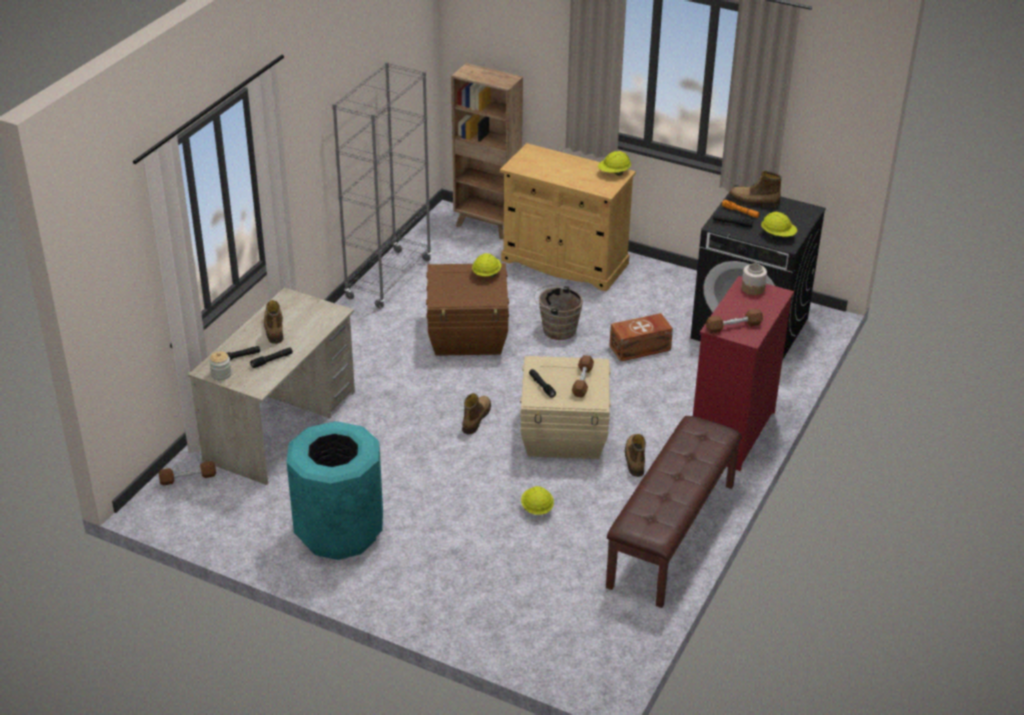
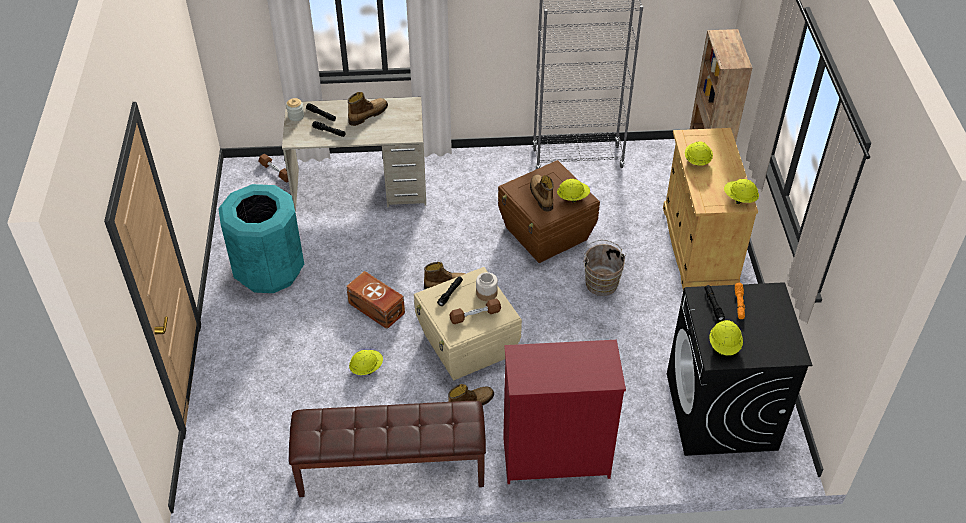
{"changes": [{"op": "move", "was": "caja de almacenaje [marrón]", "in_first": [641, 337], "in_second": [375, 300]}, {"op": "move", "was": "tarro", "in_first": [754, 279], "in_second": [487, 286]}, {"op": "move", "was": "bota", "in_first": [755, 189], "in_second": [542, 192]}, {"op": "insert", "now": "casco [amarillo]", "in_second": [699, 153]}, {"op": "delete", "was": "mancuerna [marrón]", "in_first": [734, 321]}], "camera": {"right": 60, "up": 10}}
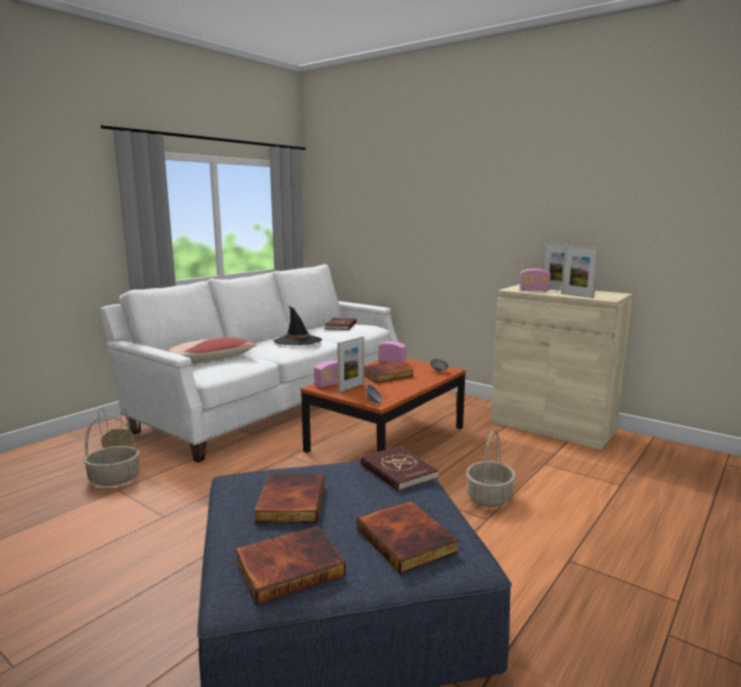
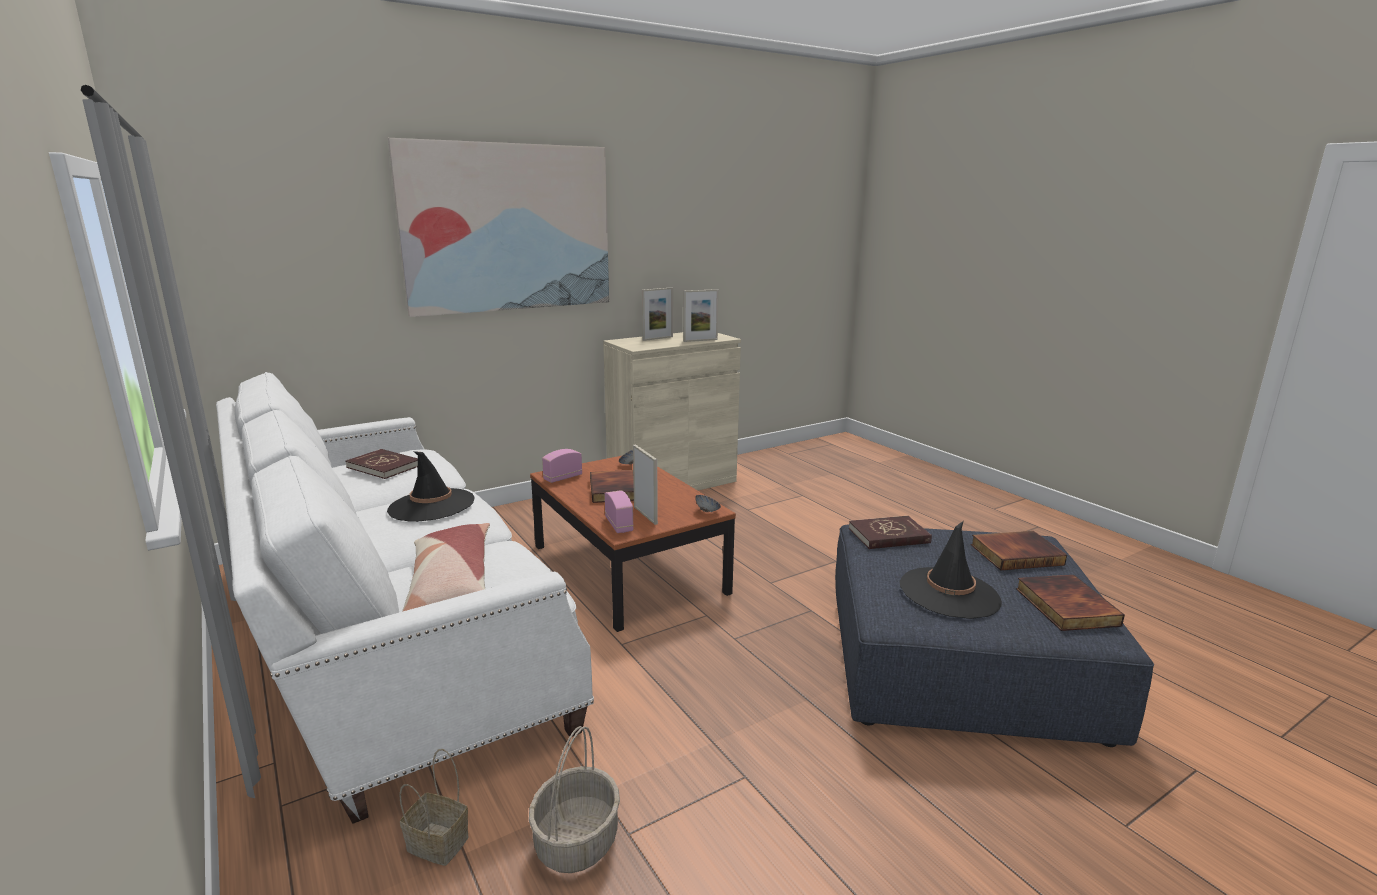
{"changes": [{"op": "insert", "now": "cuadro", "in_second": [498, 227]}, {"op": "replace", "was": "libro", "now": "sombrero [negro]", "in_first": [289, 498], "in_second": [951, 570]}, {"op": "delete", "was": "cesta", "in_first": [491, 468]}, {"op": "delete", "was": "radio", "in_first": [535, 280]}], "camera": {"right": -70, "up": 5}}
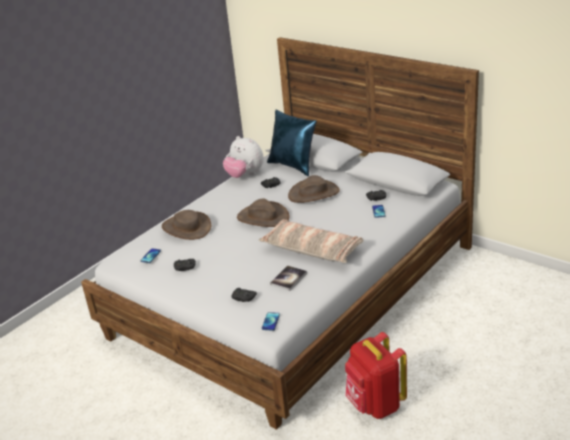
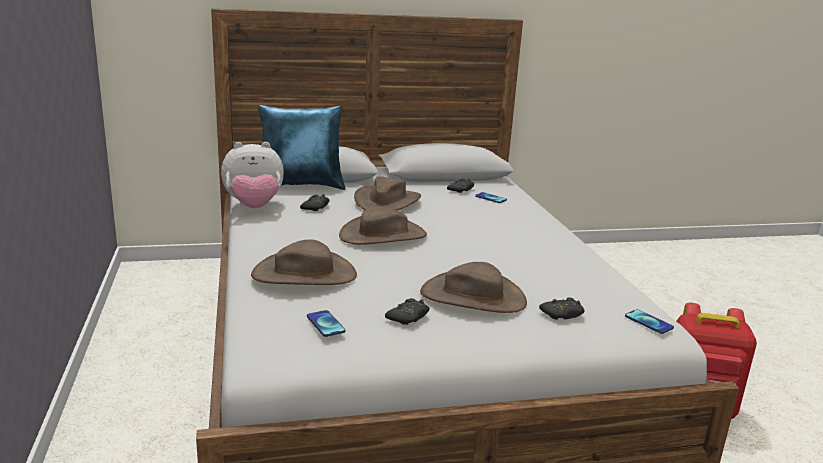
{"changes": [{"op": "insert", "now": "sombrero [marrón]", "in_second": [473, 287]}, {"op": "delete", "was": "cojín", "in_first": [311, 241]}, {"op": "delete", "was": "libro", "in_first": [288, 278]}], "camera": {"right": -55, "up": -10}}
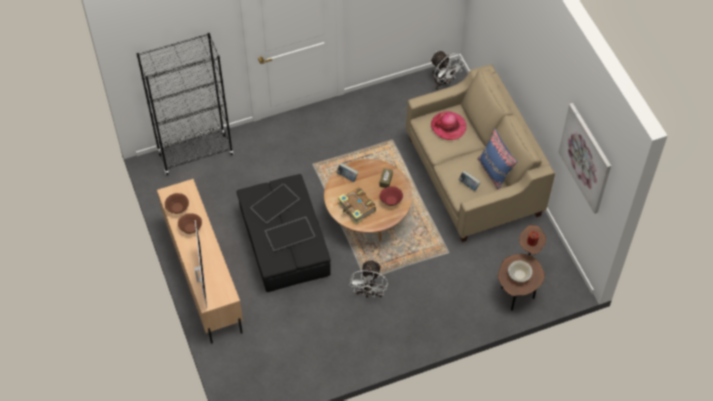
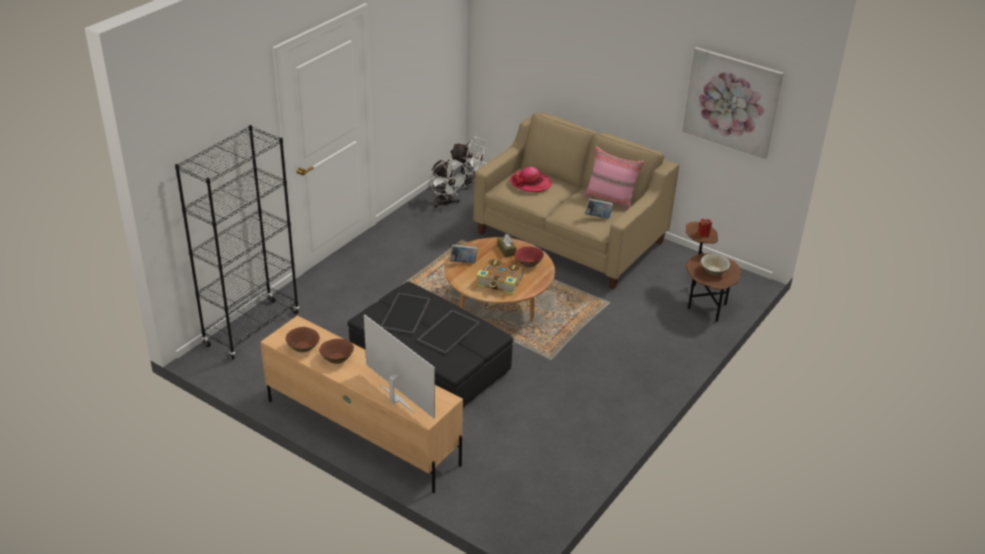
{"changes": [{"op": "move", "was": "ventilador [blanco]", "in_first": [369, 278], "in_second": [449, 183]}, {"op": "recolor", "was": "cojín [azul]", "now": "cojín [rosa]", "in_first": [497, 159], "in_second": [613, 178]}], "camera": {"right": -35, "up": -20}}
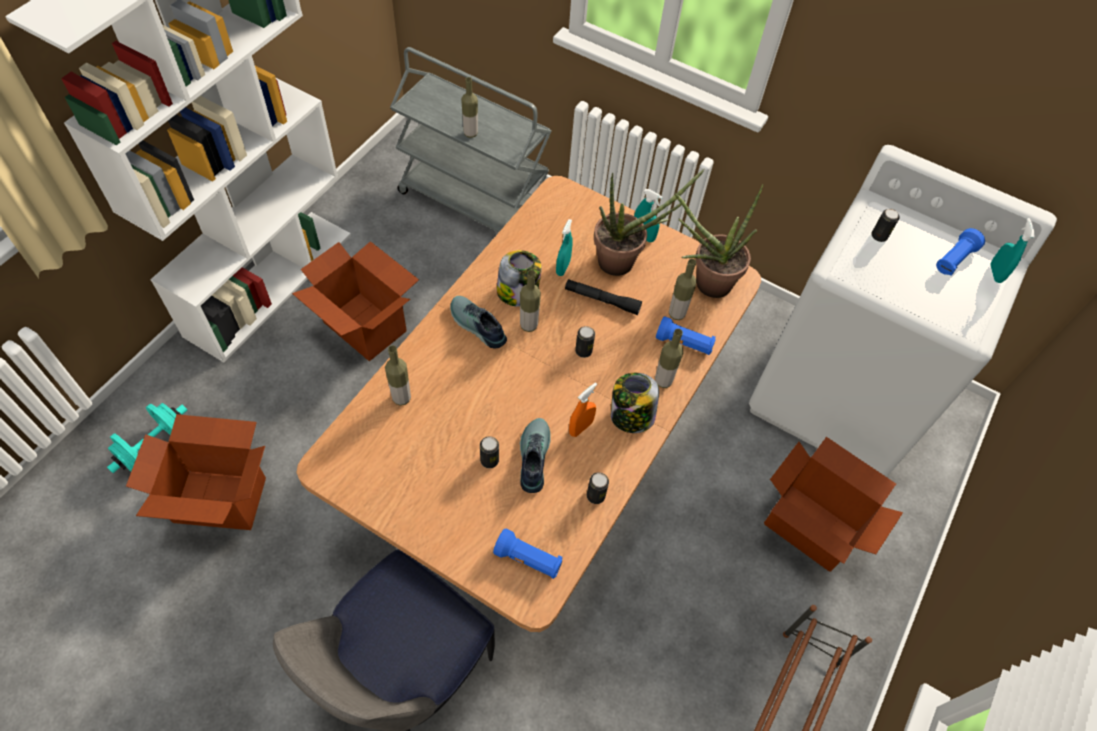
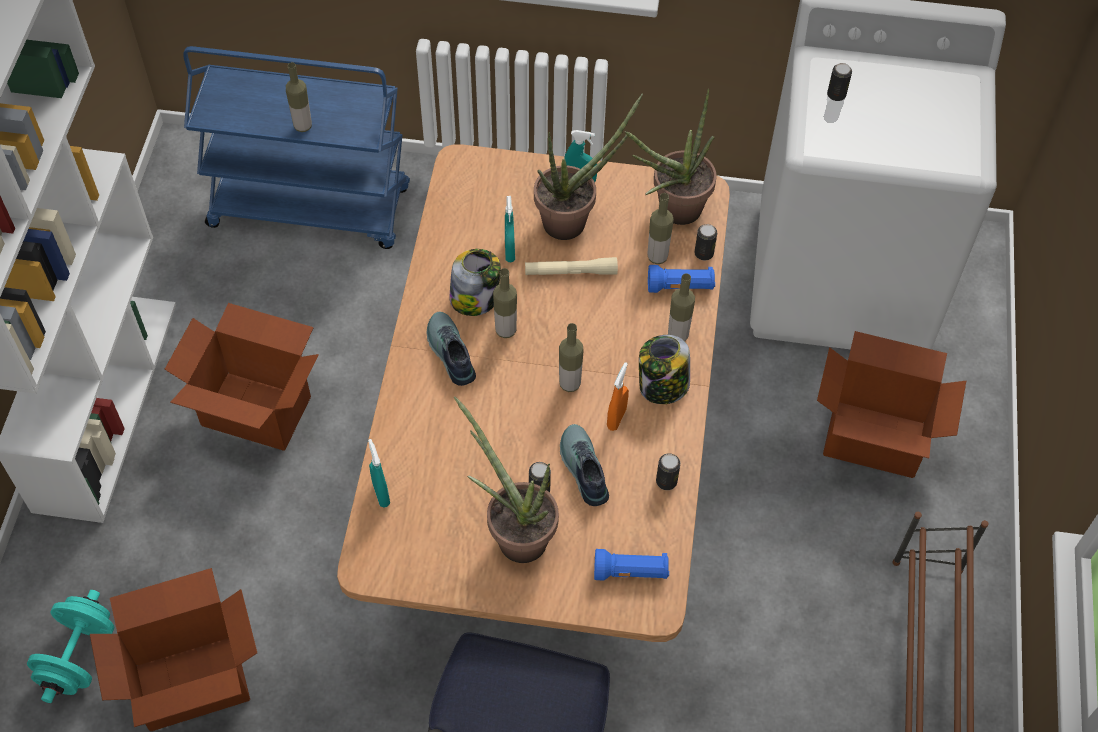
{"changes": [{"op": "recolor", "was": "carrito [gris]", "now": "carrito [azul]", "in_first": [471, 140], "in_second": [296, 147]}, {"op": "move", "was": "pulverizador [turquesa]", "in_first": [1012, 250], "in_second": [379, 473]}, {"op": "rotate", "was": "zapato", "in_first": [478, 322], "in_second": [451, 349], "clockwise": 45}, {"op": "insert", "now": "planta en maceta", "in_second": [506, 480]}, {"op": "recolor", "was": "linterna [negro]", "now": "linterna [beis]", "in_first": [603, 297], "in_second": [571, 266]}, {"op": "move", "was": "botella", "in_first": [398, 375], "in_second": [571, 357]}, {"op": "move", "was": "lata", "in_first": [585, 342], "in_second": [706, 242]}, {"op": "delete", "was": "linterna [azul]", "in_first": [960, 252]}], "camera": {"right": -20, "up": 0}}
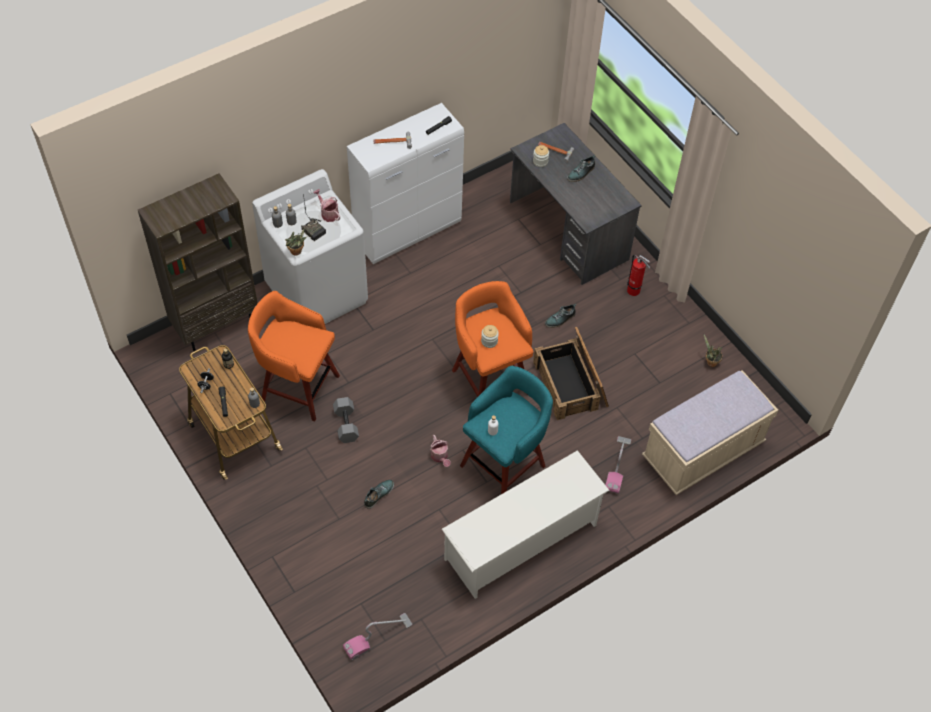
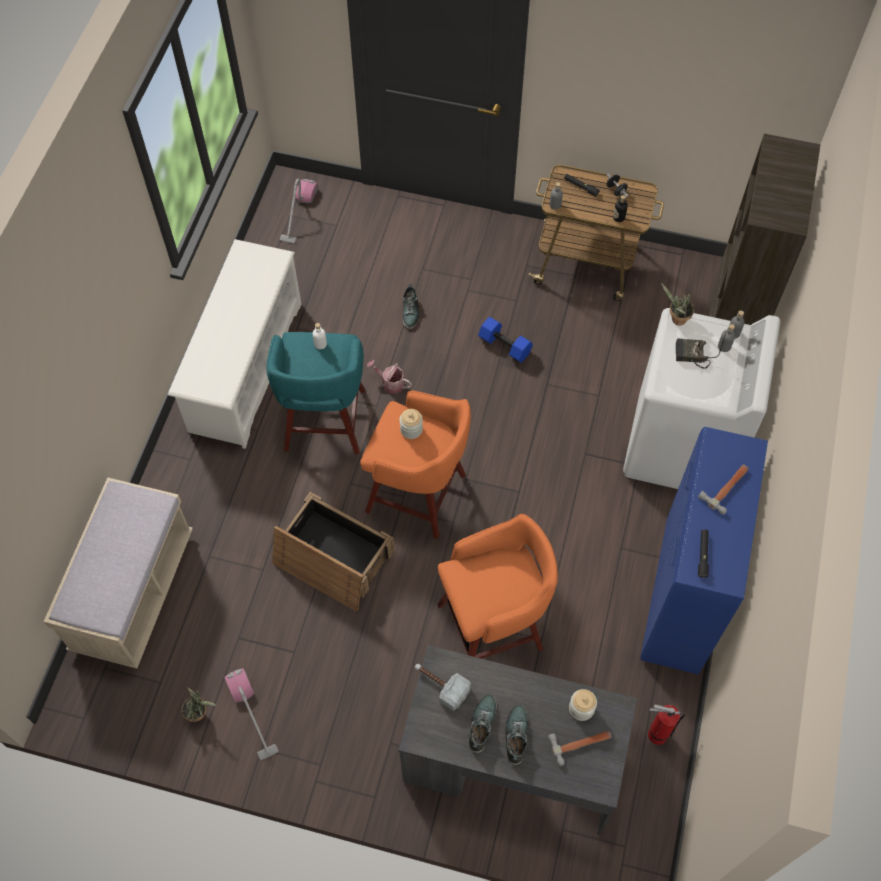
{"changes": [{"op": "move", "was": "aspiradora", "in_first": [618, 465], "in_second": [251, 714]}, {"op": "insert", "now": "martillo", "in_second": [443, 687]}, {"op": "move", "was": "taburete [naranja]", "in_first": [294, 356], "in_second": [497, 586]}, {"op": "move", "was": "zapato", "in_first": [560, 315], "in_second": [483, 724]}, {"op": "recolor", "was": "mancuerna [gris]", "now": "mancuerna [azul]", "in_first": [346, 420], "in_second": [505, 340]}, {"op": "recolor", "was": "armario [blanco]", "now": "armario [azul]", "in_first": [405, 183], "in_second": [704, 551]}, {"op": "move", "was": "extintor", "in_first": [638, 275], "in_second": [666, 725]}, {"op": "delete", "was": "regadera", "in_first": [326, 205]}], "camera": {"right": 140, "up": 5}}
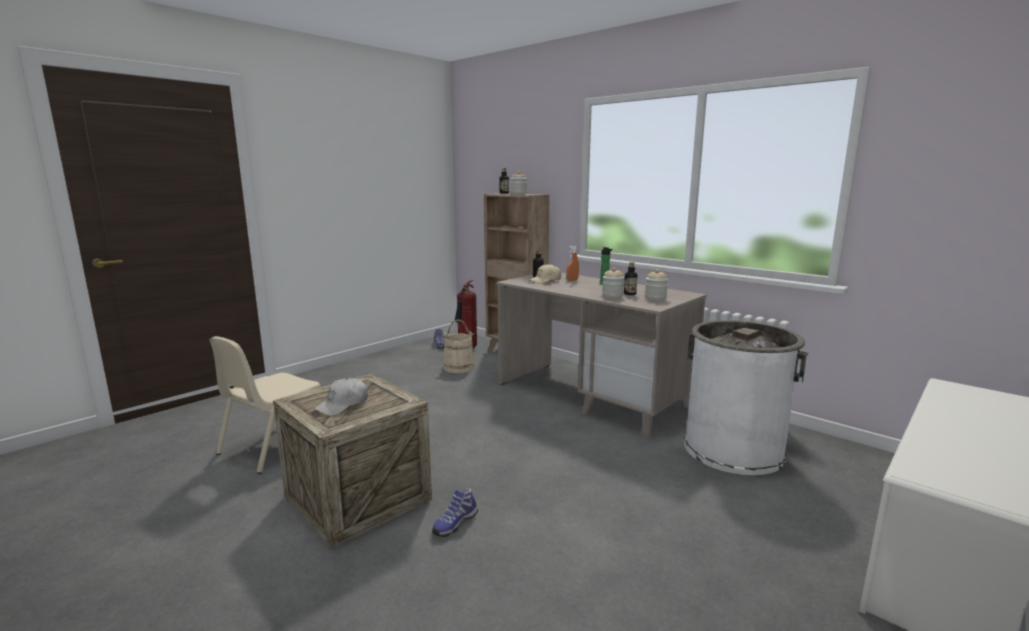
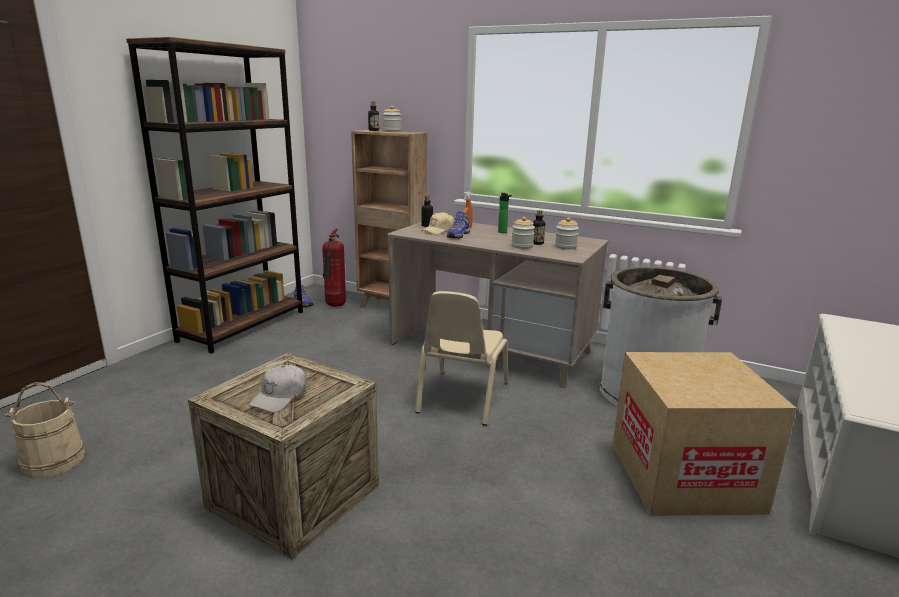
{"changes": [{"op": "move", "was": "cubo [beis]", "in_first": [458, 346], "in_second": [44, 430]}, {"op": "insert", "now": "estantería [marrón]", "in_second": [214, 195]}, {"op": "move", "was": "silla [beis]", "in_first": [264, 405], "in_second": [461, 358]}, {"op": "move", "was": "zapato", "in_first": [455, 512], "in_second": [458, 225]}, {"op": "insert", "now": "caja de cartón", "in_second": [704, 434]}], "camera": {"right": -15, "up": 5}}
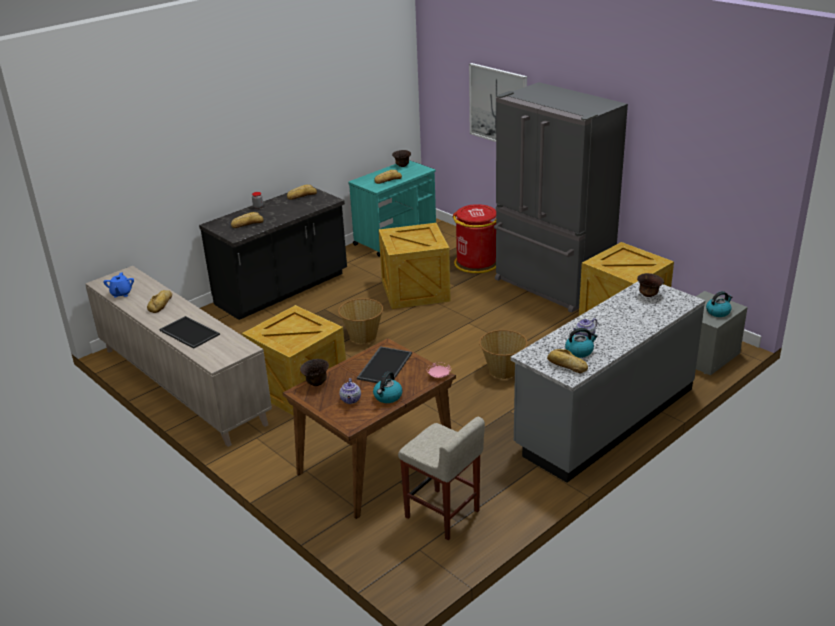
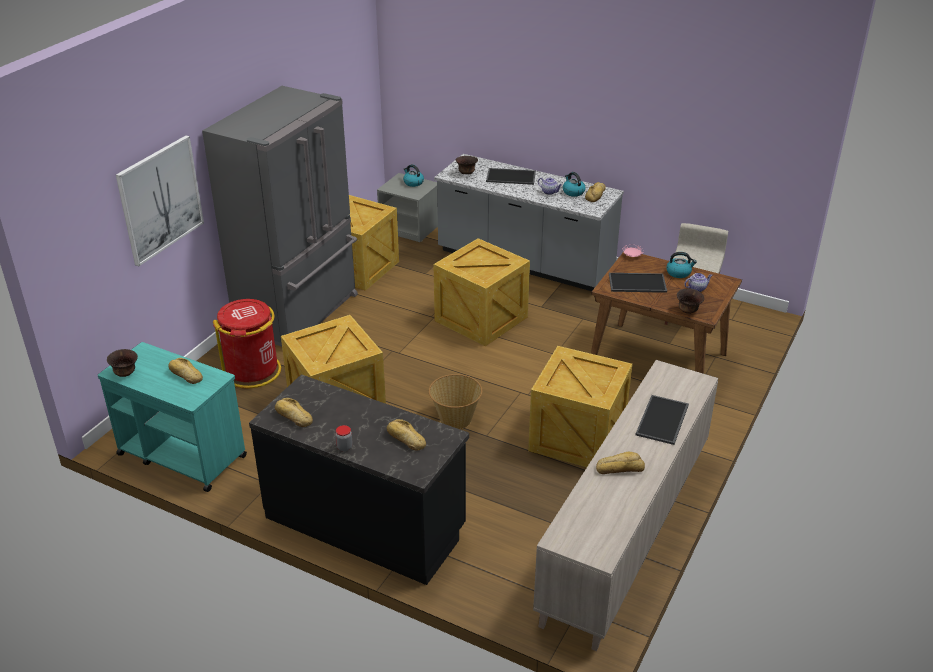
{"changes": [{"op": "replace", "was": "cesta", "now": "caja de embalaje", "in_first": [503, 354], "in_second": [481, 292]}, {"op": "insert", "now": "bandeja", "in_second": [511, 176]}, {"op": "delete", "was": "tetera [azul]", "in_first": [118, 285]}], "camera": {"right": -110, "up": 5}}
